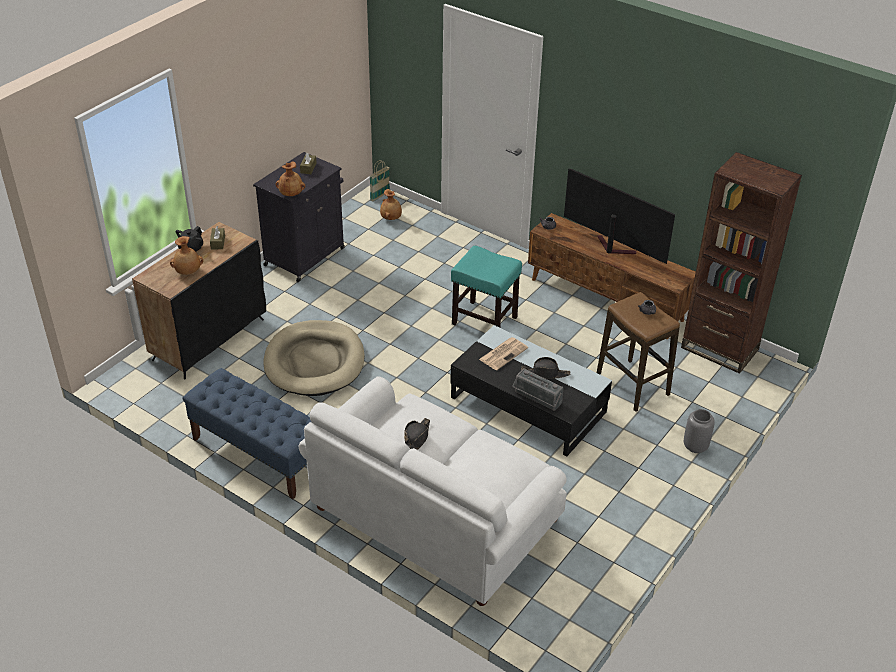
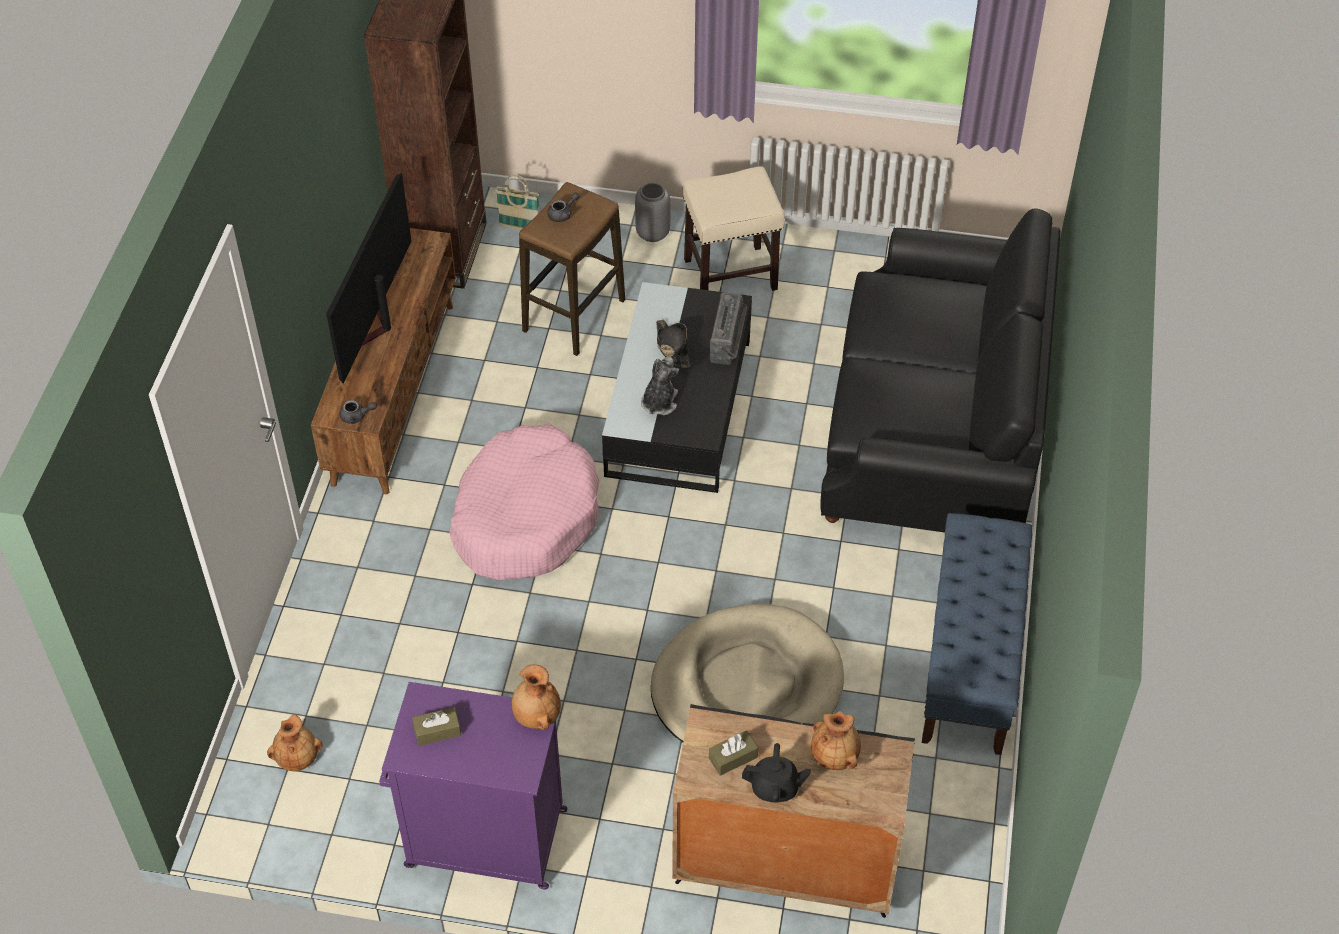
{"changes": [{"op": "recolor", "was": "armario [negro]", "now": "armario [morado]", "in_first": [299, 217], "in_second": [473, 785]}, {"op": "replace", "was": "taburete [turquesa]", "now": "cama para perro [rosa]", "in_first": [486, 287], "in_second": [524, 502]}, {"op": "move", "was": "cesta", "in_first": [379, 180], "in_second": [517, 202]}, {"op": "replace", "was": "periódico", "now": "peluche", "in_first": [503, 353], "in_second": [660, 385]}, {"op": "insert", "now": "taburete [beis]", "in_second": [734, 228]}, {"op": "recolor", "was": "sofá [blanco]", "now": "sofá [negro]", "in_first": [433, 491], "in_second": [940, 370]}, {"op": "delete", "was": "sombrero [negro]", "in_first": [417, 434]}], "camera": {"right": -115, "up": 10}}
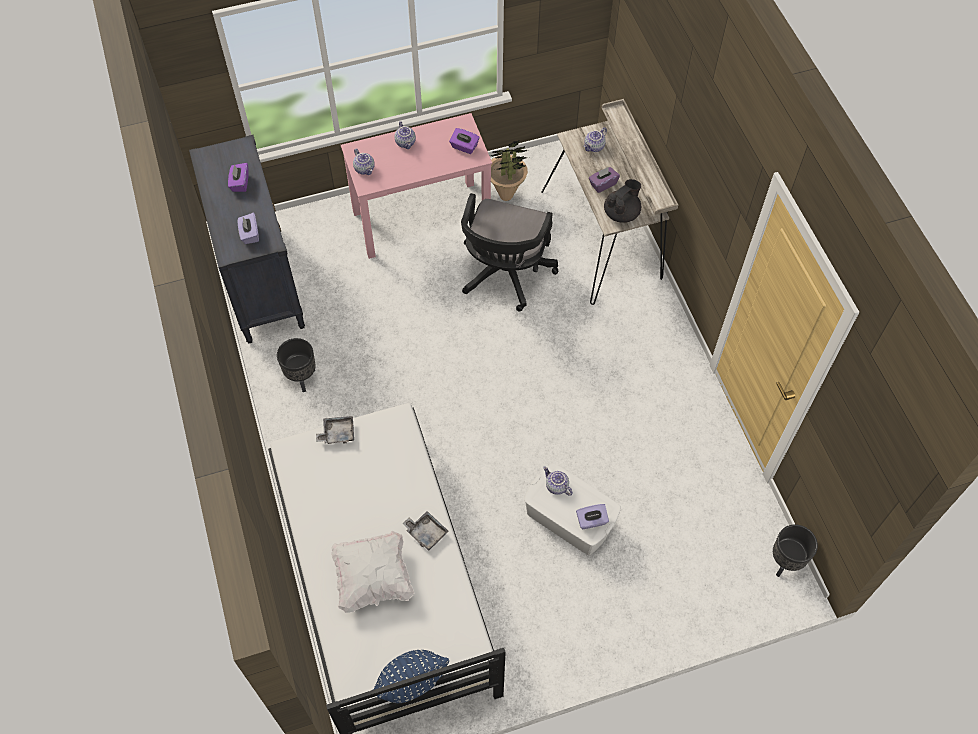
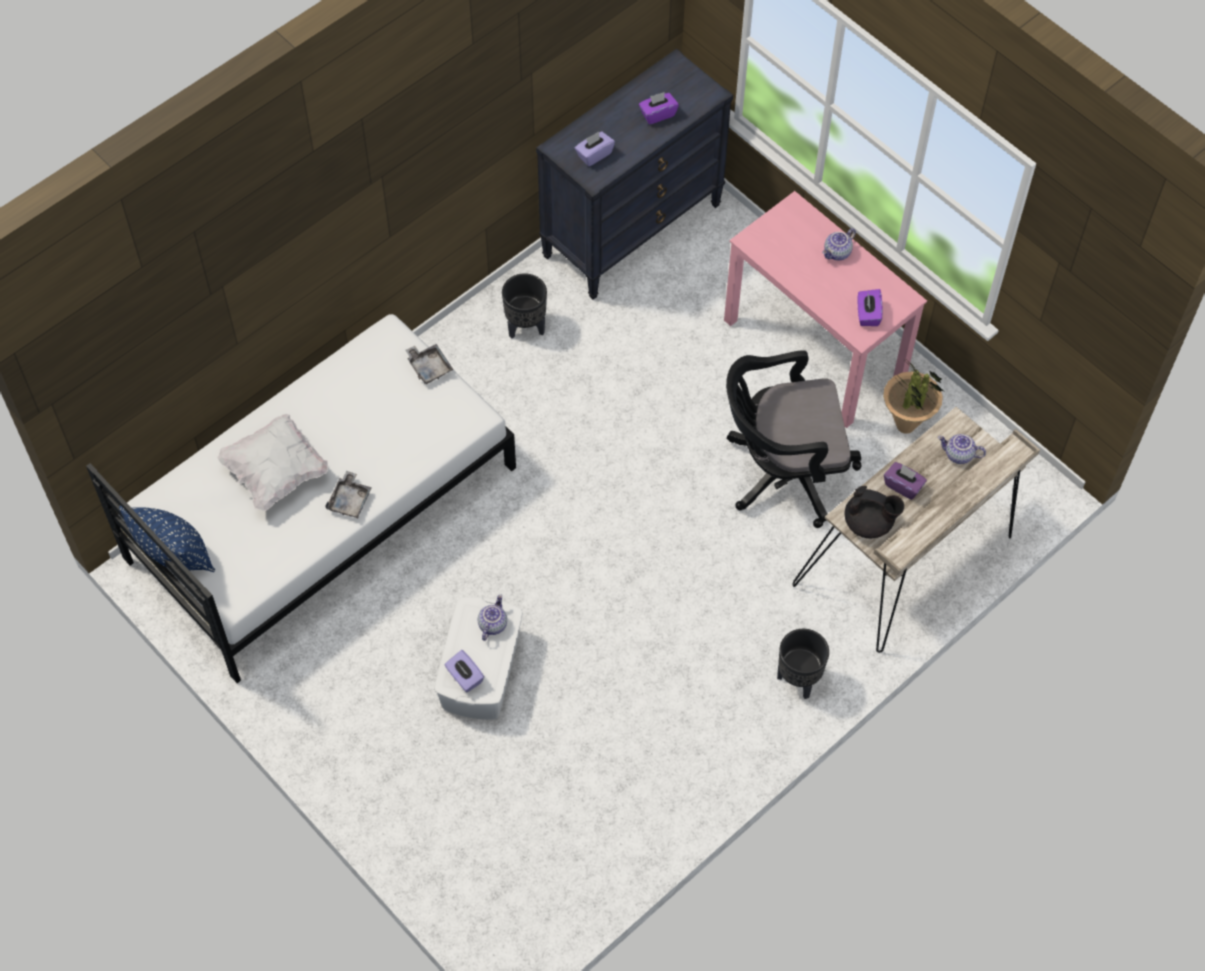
{"changes": [{"op": "move", "was": "maceta [negro]", "in_first": [795, 550], "in_second": [803, 664]}, {"op": "delete", "was": "tetera", "in_first": [364, 161]}], "camera": {"right": 65, "up": 0}}
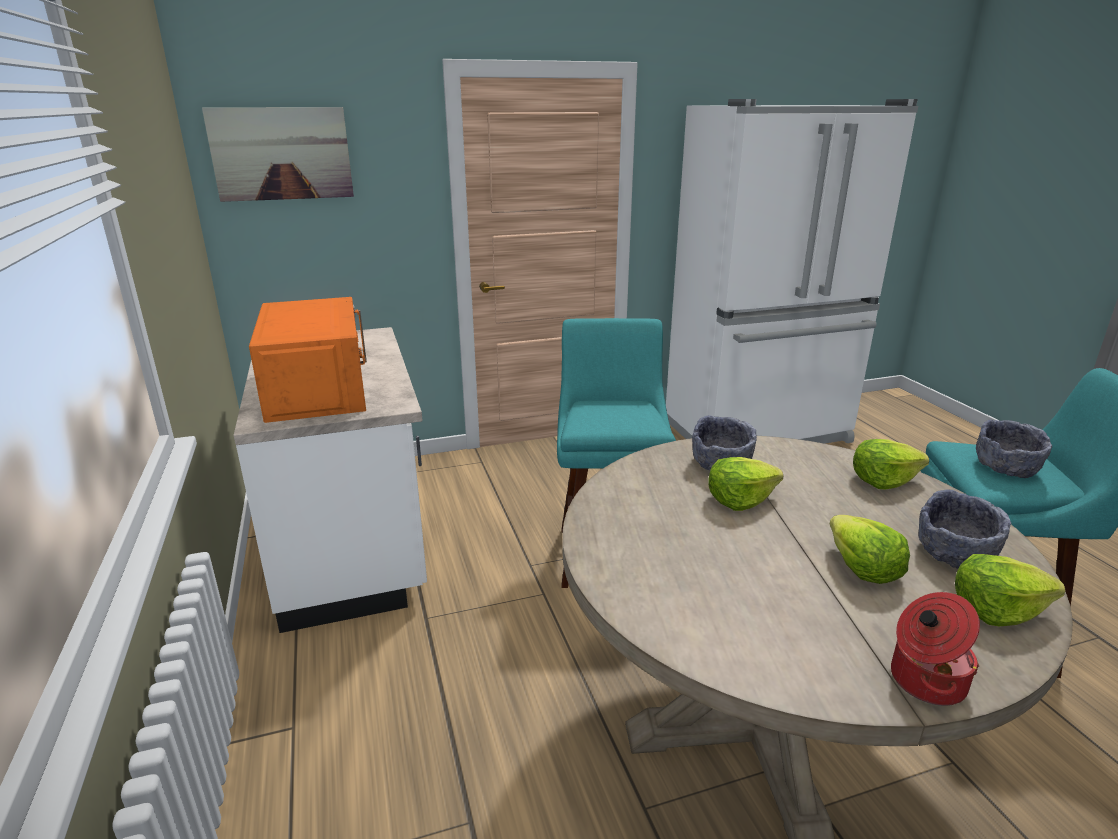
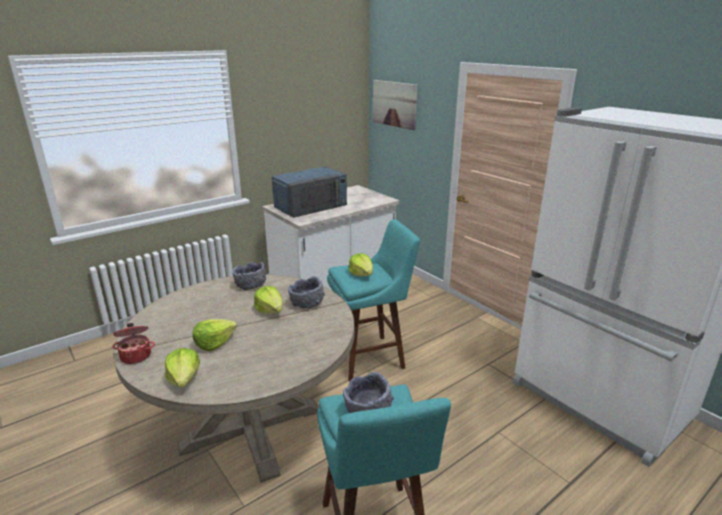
{"changes": [{"op": "move", "was": "cuenco [gris]", "in_first": [964, 529], "in_second": [249, 276]}, {"op": "recolor", "was": "microondas [naranja]", "now": "microondas [azul]", "in_first": [308, 360], "in_second": [309, 192]}, {"op": "move", "was": "lechuga", "in_first": [891, 464], "in_second": [360, 264]}], "camera": {"right": 70, "up": 0}}
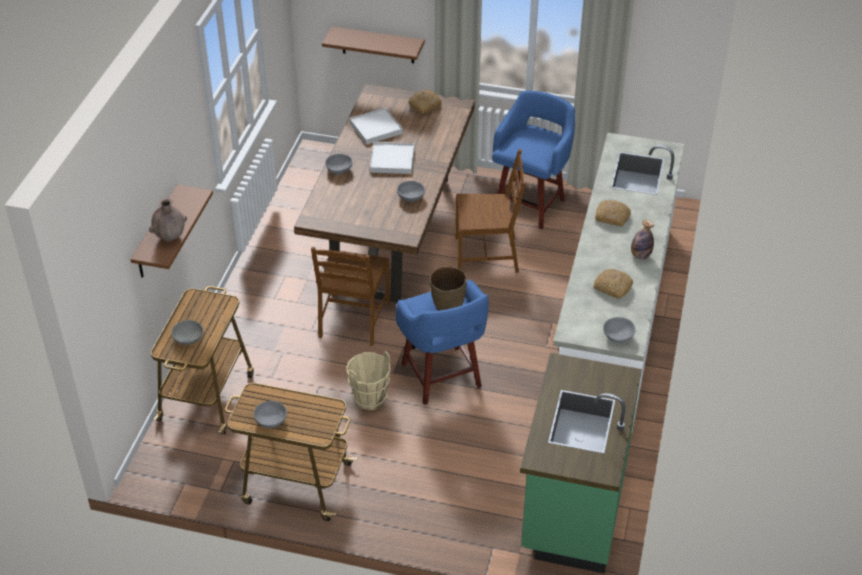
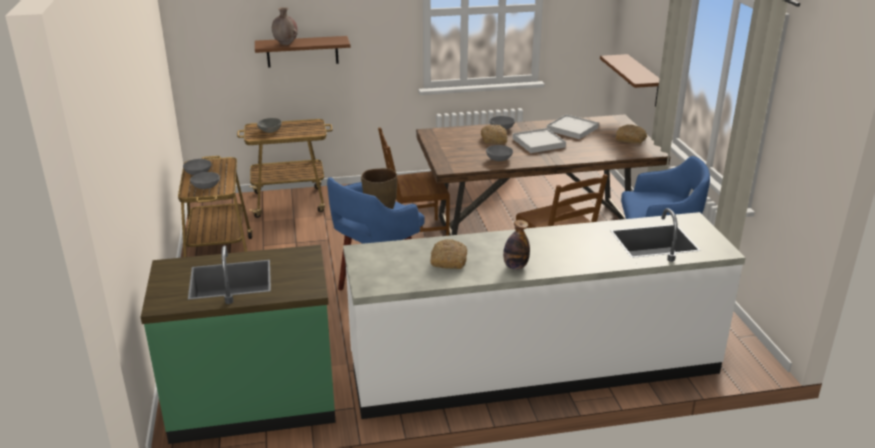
{"changes": [{"op": "move", "was": "cuenco [gris]", "in_first": [619, 330], "in_second": [205, 180]}, {"op": "move", "was": "pan", "in_first": [613, 213], "in_second": [494, 134]}, {"op": "delete", "was": "cubo [beis]", "in_first": [368, 380]}], "camera": {"right": 65, "up": -15}}
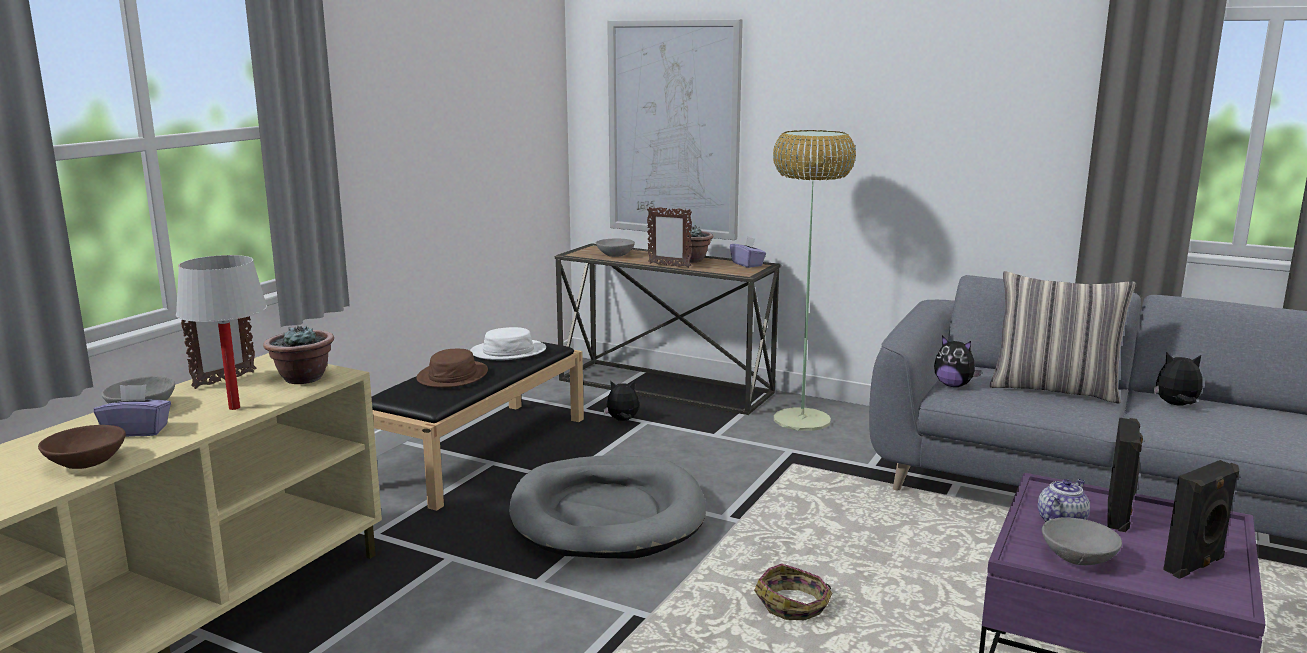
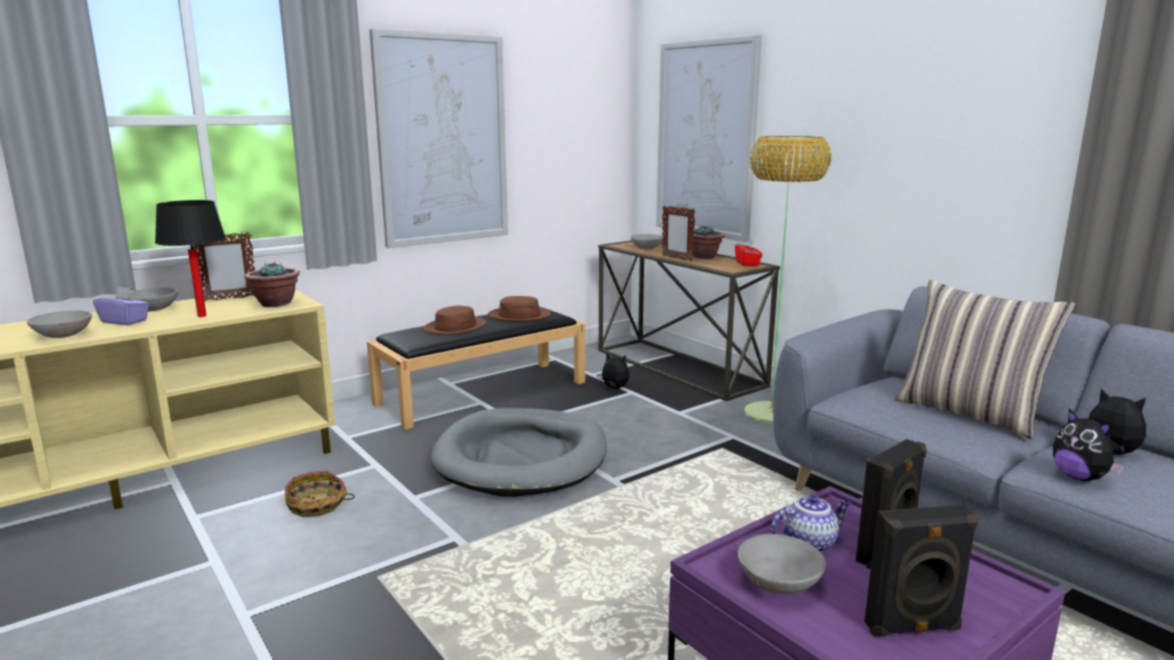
{"changes": [{"op": "recolor", "was": "cuenco [marrón]", "now": "cuenco [gris]", "in_first": [82, 447], "in_second": [59, 324]}, {"op": "recolor", "was": "lámpara de mesa [blanco]", "now": "lámpara de mesa [negro]", "in_first": [221, 332], "in_second": [190, 258]}, {"op": "move", "was": "cesta", "in_first": [793, 591], "in_second": [320, 494]}, {"op": "insert", "now": "cuadro", "in_second": [438, 138]}, {"op": "recolor", "was": "sombrero [blanco]", "now": "sombrero [marrón]", "in_first": [508, 343], "in_second": [519, 308]}, {"op": "recolor", "was": "caja de pañuelos [morado]", "now": "caja de pañuelos [rojo]", "in_first": [748, 252], "in_second": [749, 252]}, {"op": "move", "was": "peluche", "in_first": [958, 361], "in_second": [1089, 445]}], "camera": {"right": 25, "up": 0}}
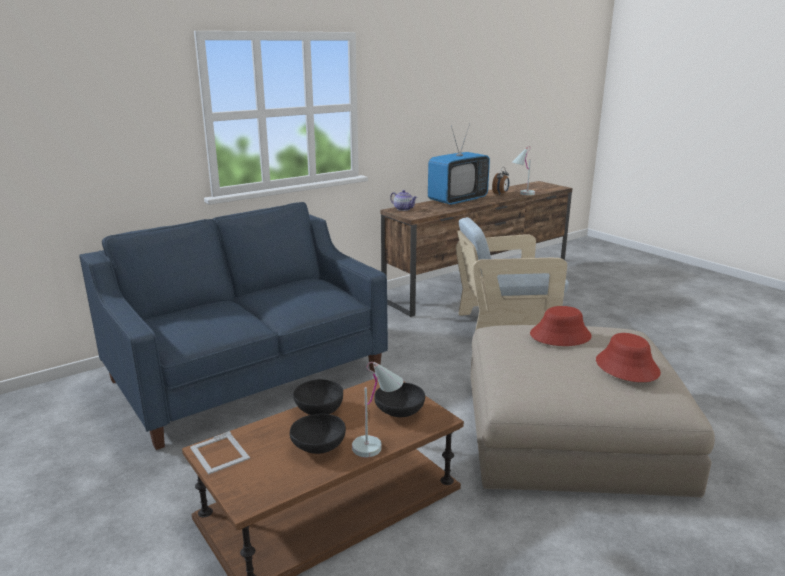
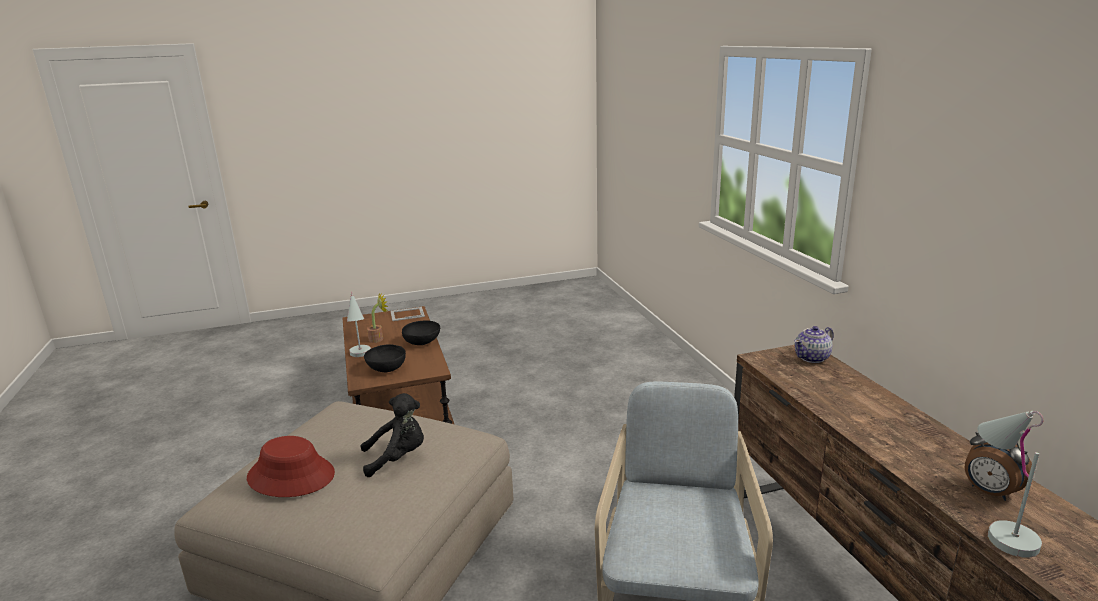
{"changes": [{"op": "replace", "was": "sombrero [rojo]", "now": "peluche [negro]", "in_first": [561, 326], "in_second": [392, 435]}, {"op": "replace", "was": "cuenco [negro]", "now": "planta en maceta", "in_first": [318, 434], "in_second": [377, 317]}, {"op": "delete", "was": "sofá [azul]", "in_first": [233, 326]}, {"op": "delete", "was": "televisor", "in_first": [459, 164]}], "camera": {"right": 110, "up": 0}}
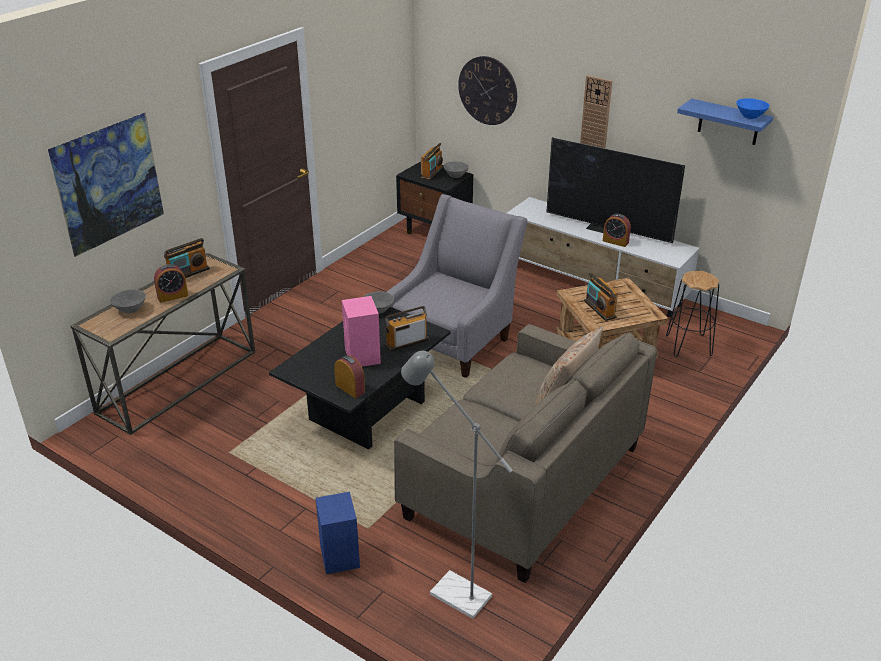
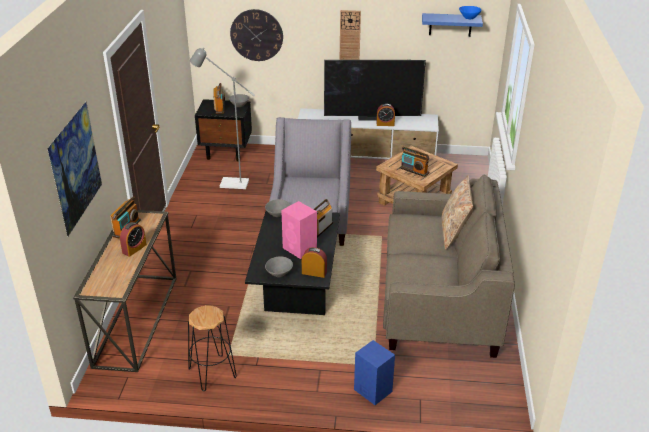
{"changes": [{"op": "move", "was": "taburete [negro]", "in_first": [692, 314], "in_second": [212, 348]}, {"op": "move", "was": "lámpara de pie [gris]", "in_first": [457, 485], "in_second": [222, 118]}, {"op": "move", "was": "cuenco [gris]", "in_first": [128, 301], "in_second": [279, 266]}], "camera": {"right": -30, "up": 0}}
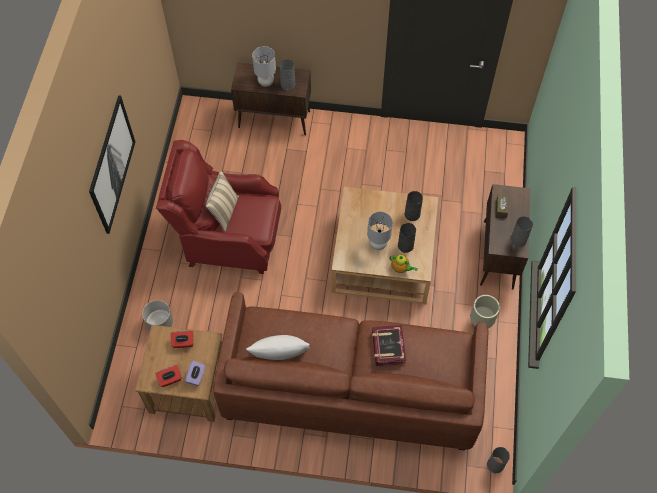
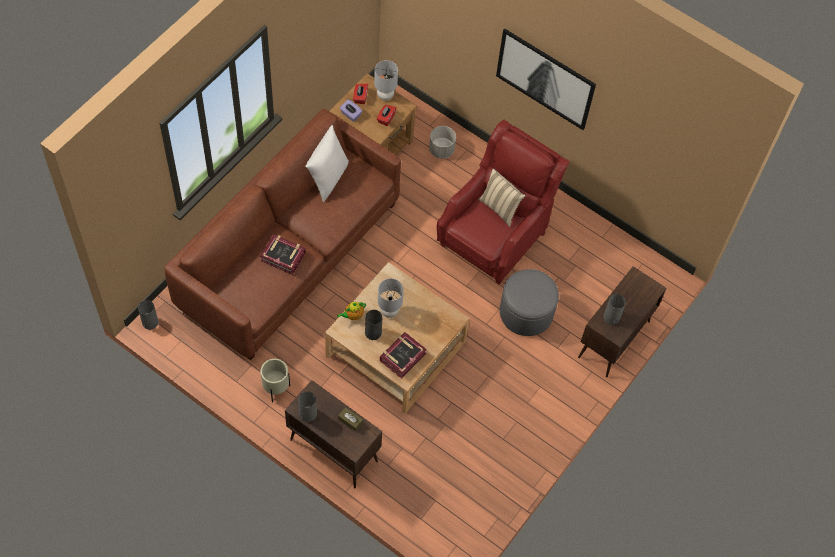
{"changes": [{"op": "move", "was": "lámpara de mesa [gris]", "in_first": [264, 66], "in_second": [386, 80]}, {"op": "replace", "was": "florero [gris]", "now": "libro", "in_first": [414, 206], "in_second": [403, 355]}, {"op": "insert", "now": "puf [gris]", "in_second": [529, 302]}], "camera": {"right": 115, "up": 0}}
